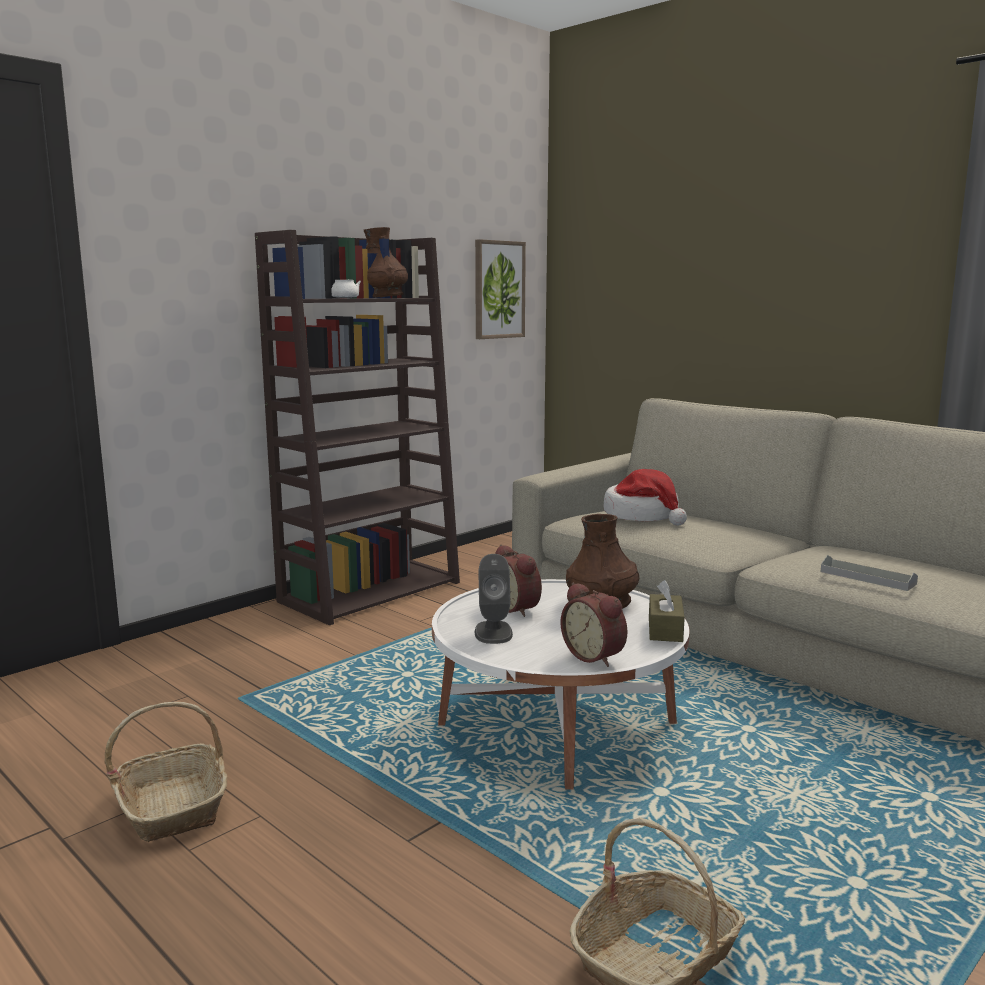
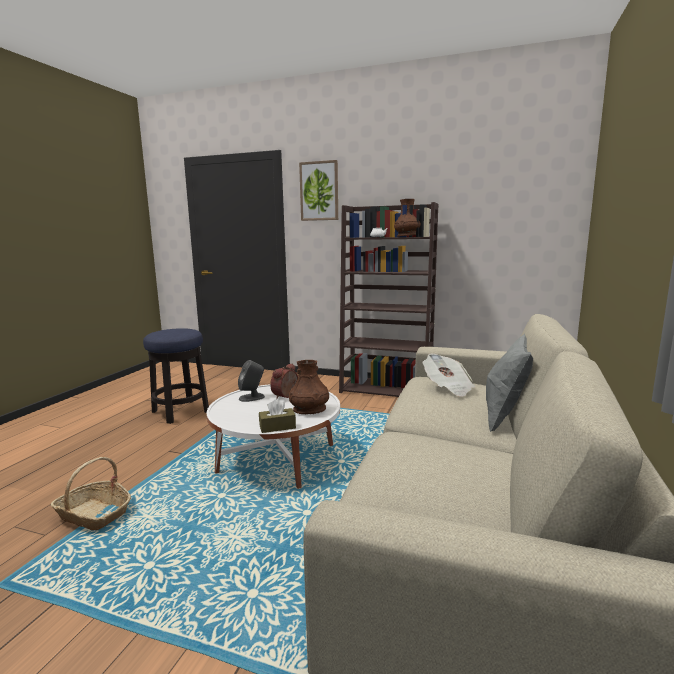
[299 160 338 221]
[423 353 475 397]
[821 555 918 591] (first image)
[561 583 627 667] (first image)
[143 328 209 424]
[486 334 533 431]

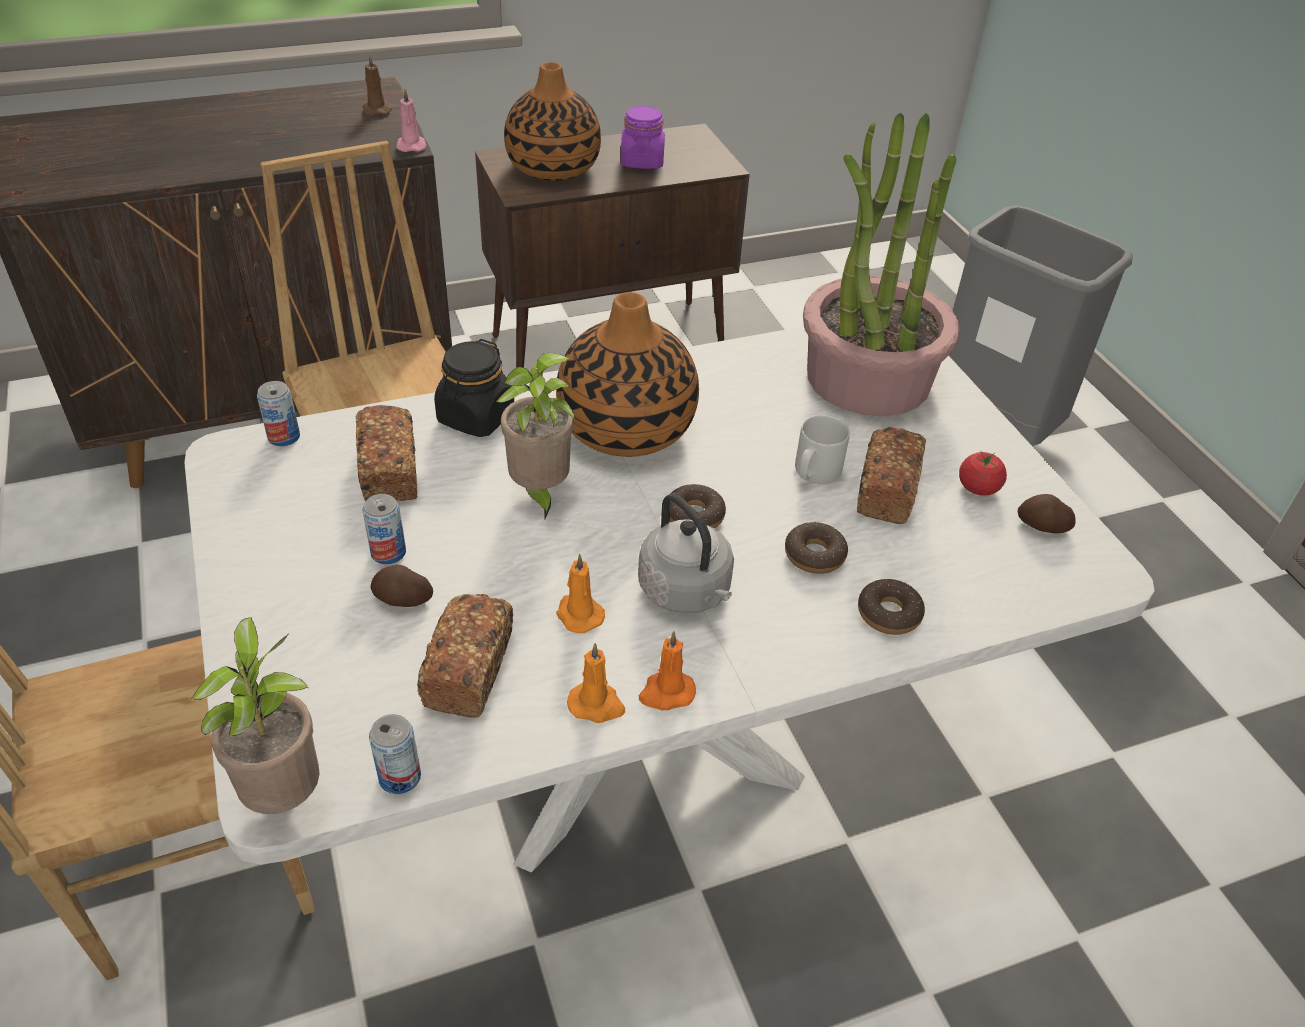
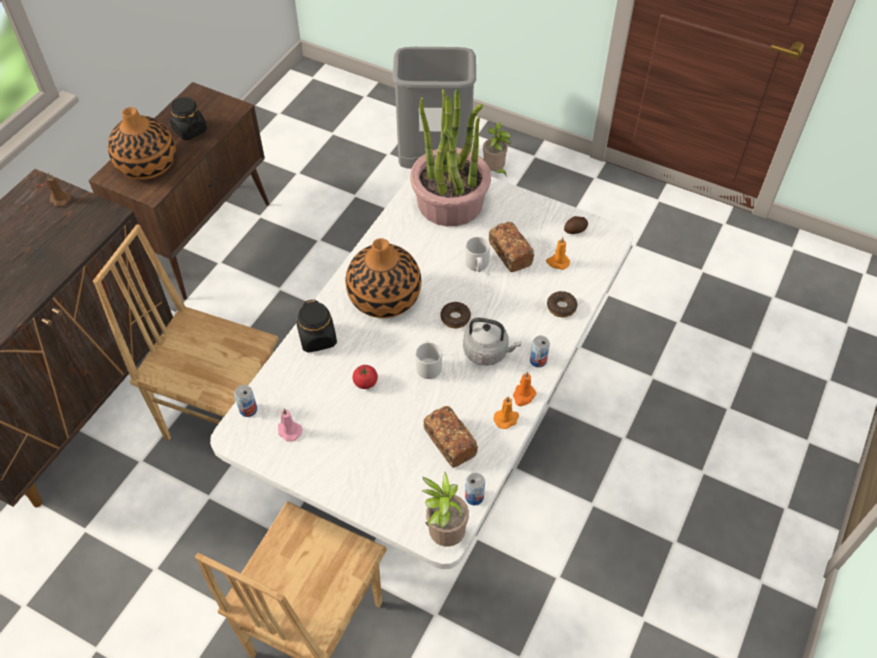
[278 409 302 442]
[170 97 207 140]
[483 122 511 177]
[356 405 417 501] (first image)
[353 365 378 389]
[530 336 550 367]
[785 521 848 574] (first image)
[546 237 570 270]
[371 565 433 607] (first image)
[416 341 442 379]

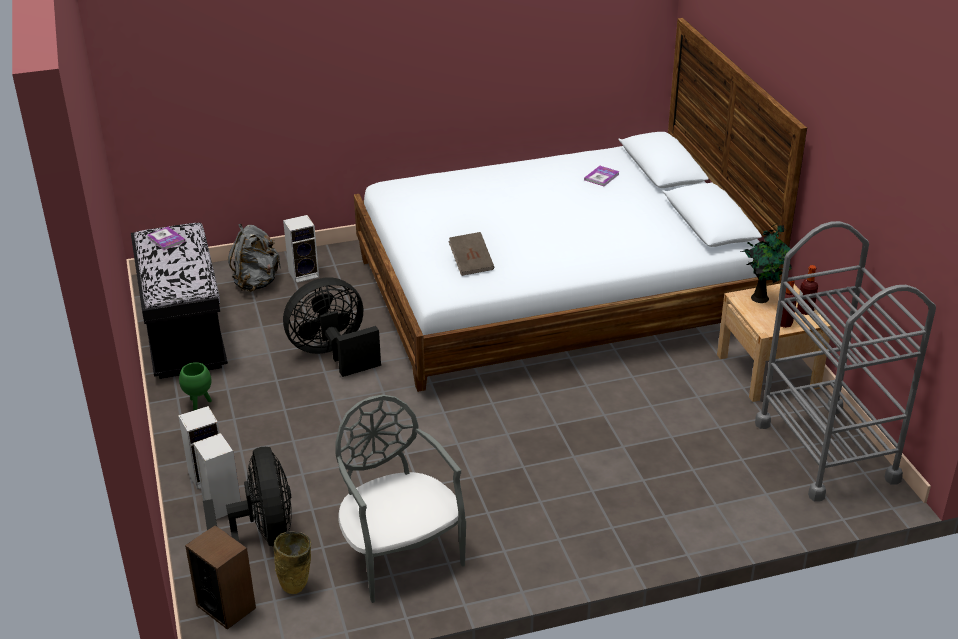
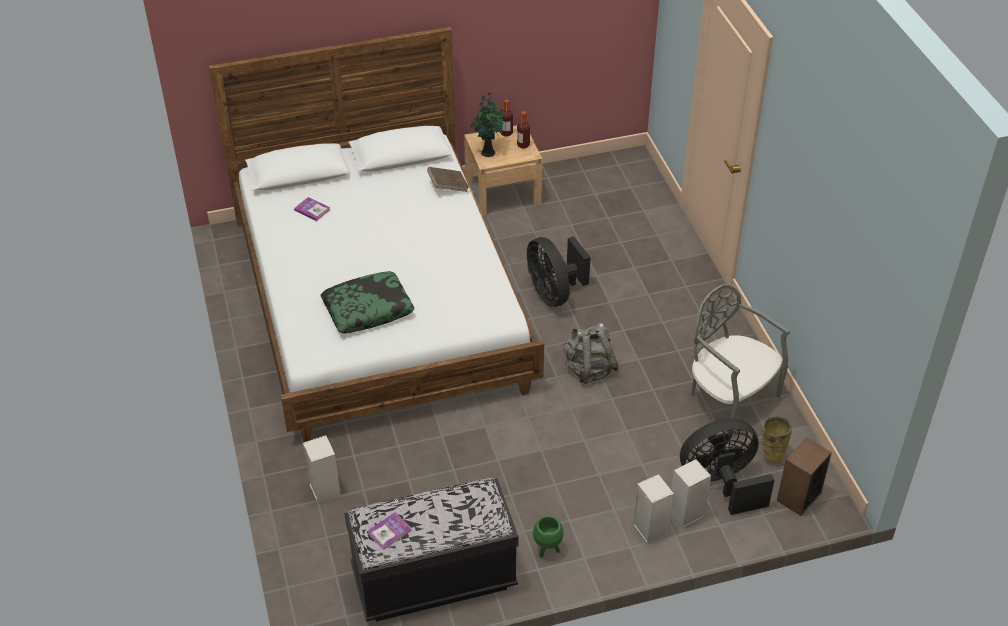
[755 221 936 502] (first image)
[563 323 619 384]
[427 167 469 192]
[527 236 591 307]
[692 284 790 435]
[321 271 414 334]

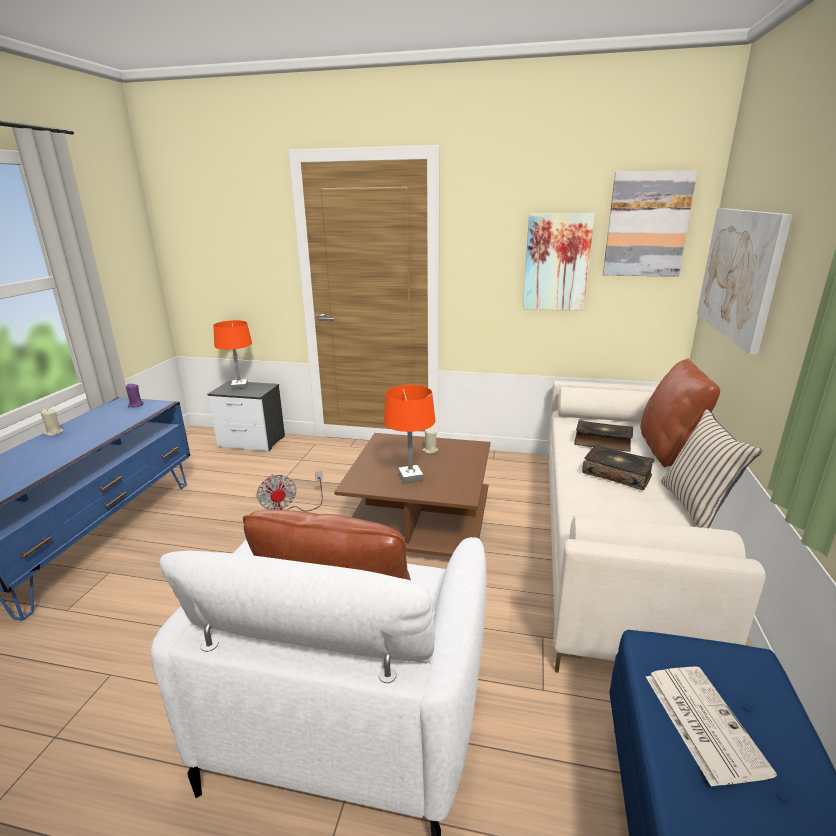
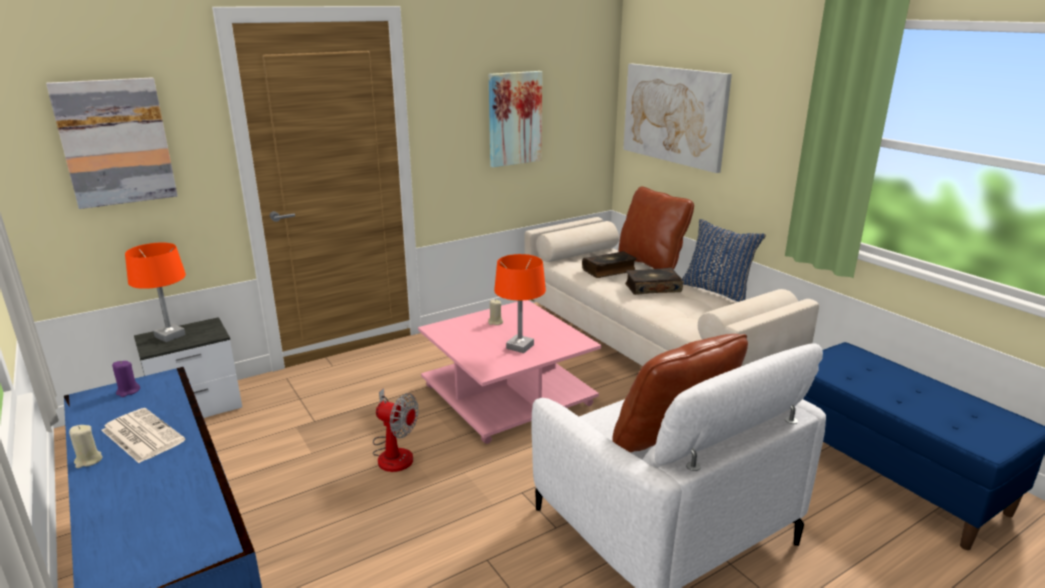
[46 77 178 209]
[681 219 766 302]
[418 300 601 444]
[101 408 185 463]

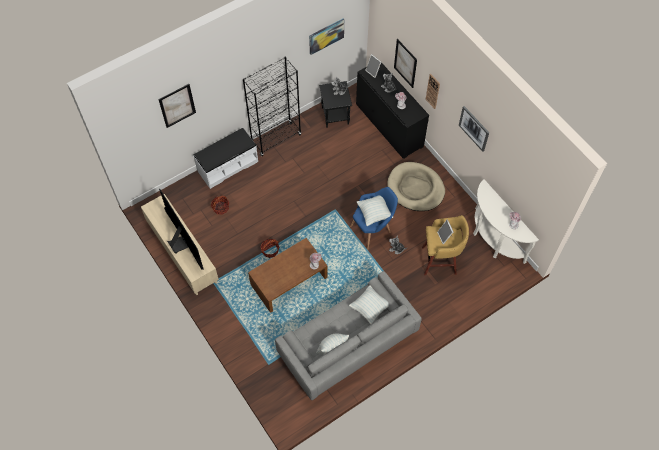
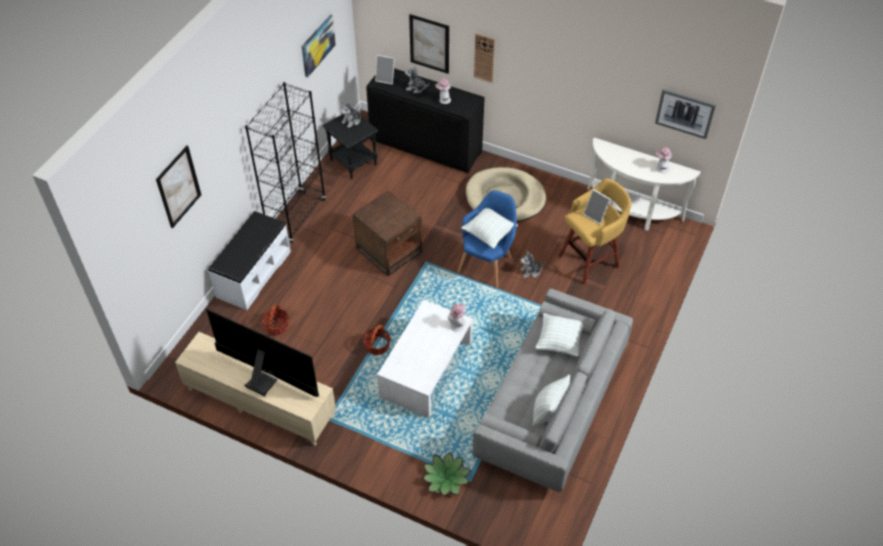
[655 89 716 139]
[377 300 473 418]
[353 190 422 276]
[422 452 471 496]

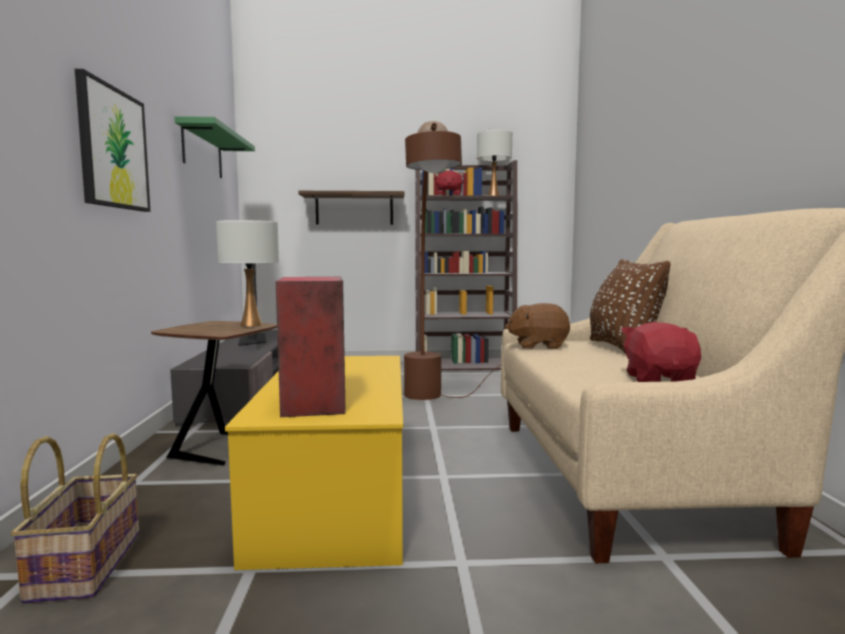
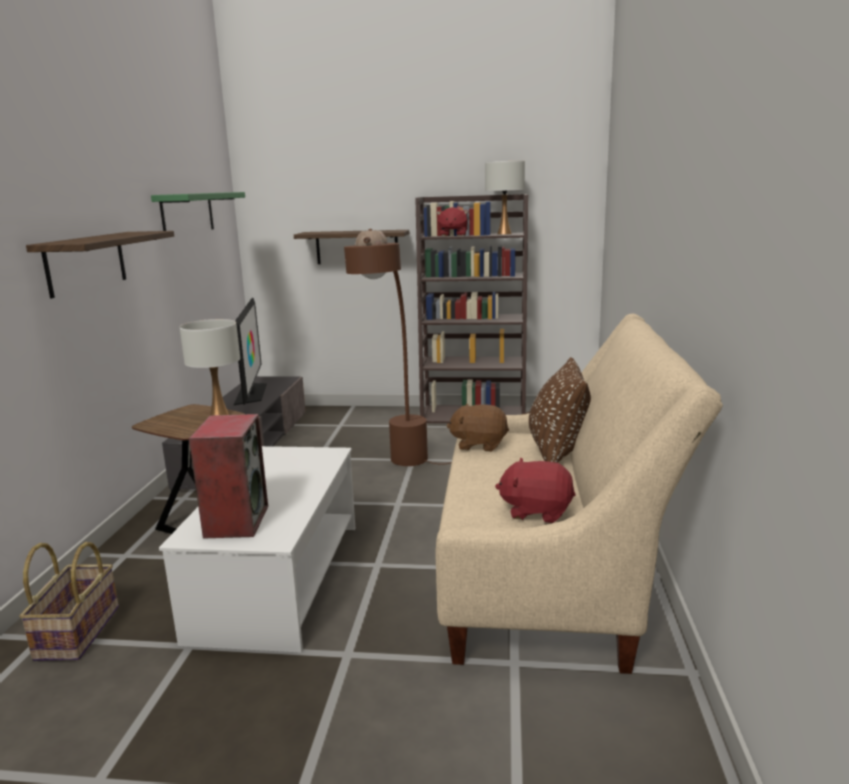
[26 231 174 298]
[495 458 576 523]
[159 446 355 653]

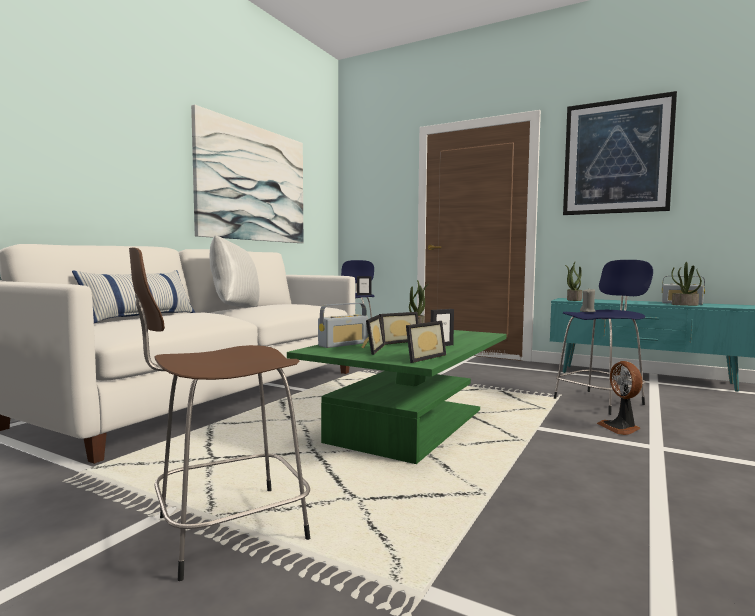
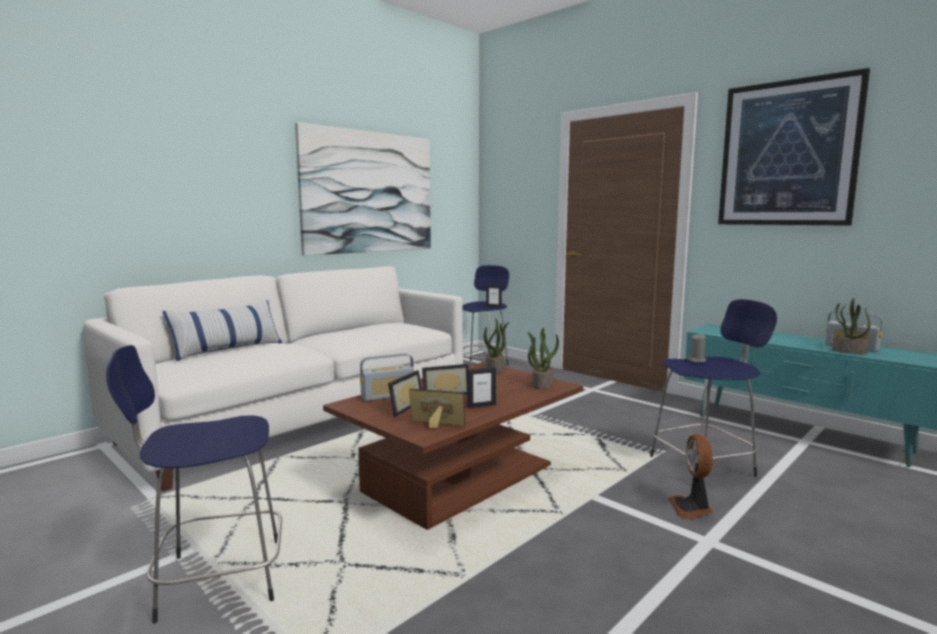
[210 235 259 308] (first image)
[106 345 282 624]
[527 328 559 389]
[409 389 465 428]
[323 362 583 530]

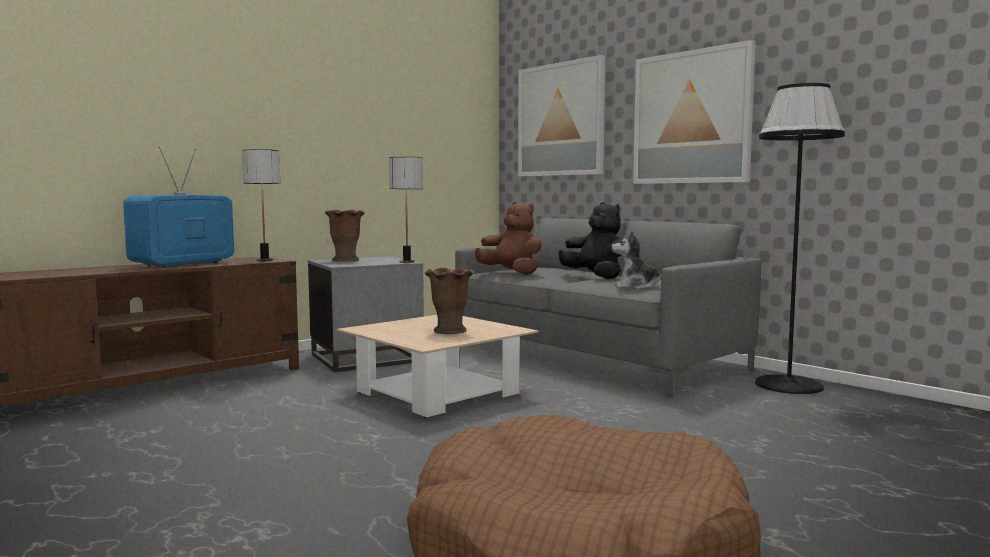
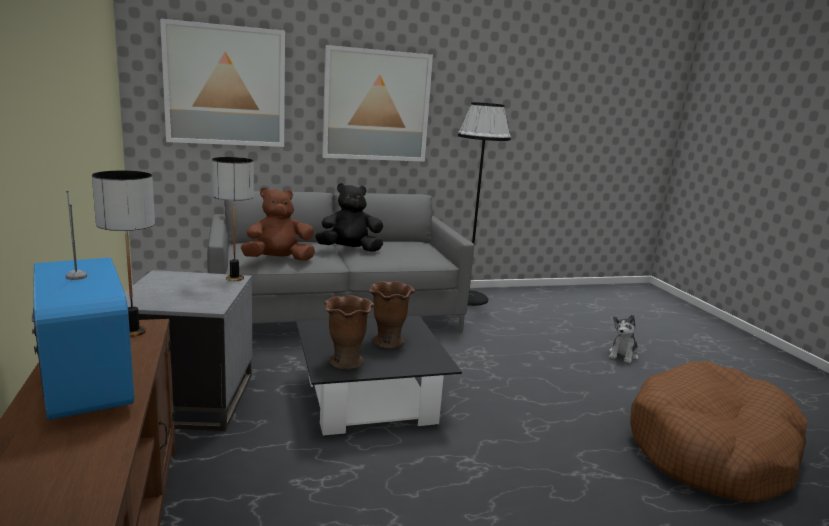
[324 295 374 370]
[609 315 639 363]
[296 316 462 436]

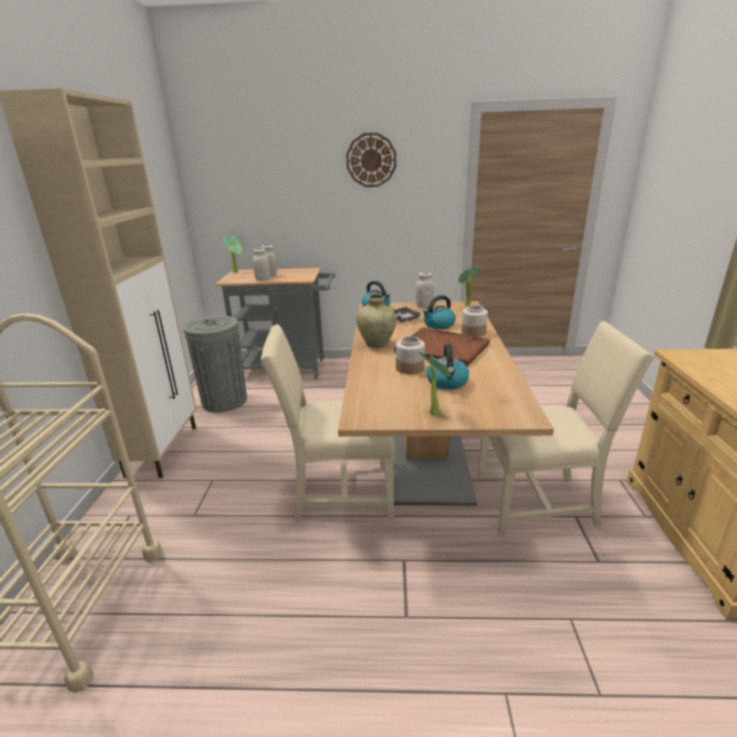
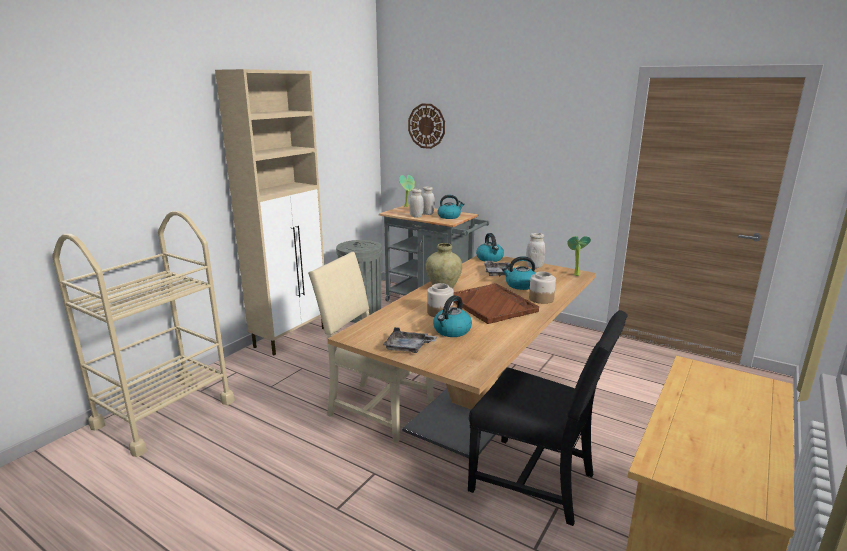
[408 104 445 149]
[468 310 628 526]
[383 327 437 353]
[438 195 464 219]

